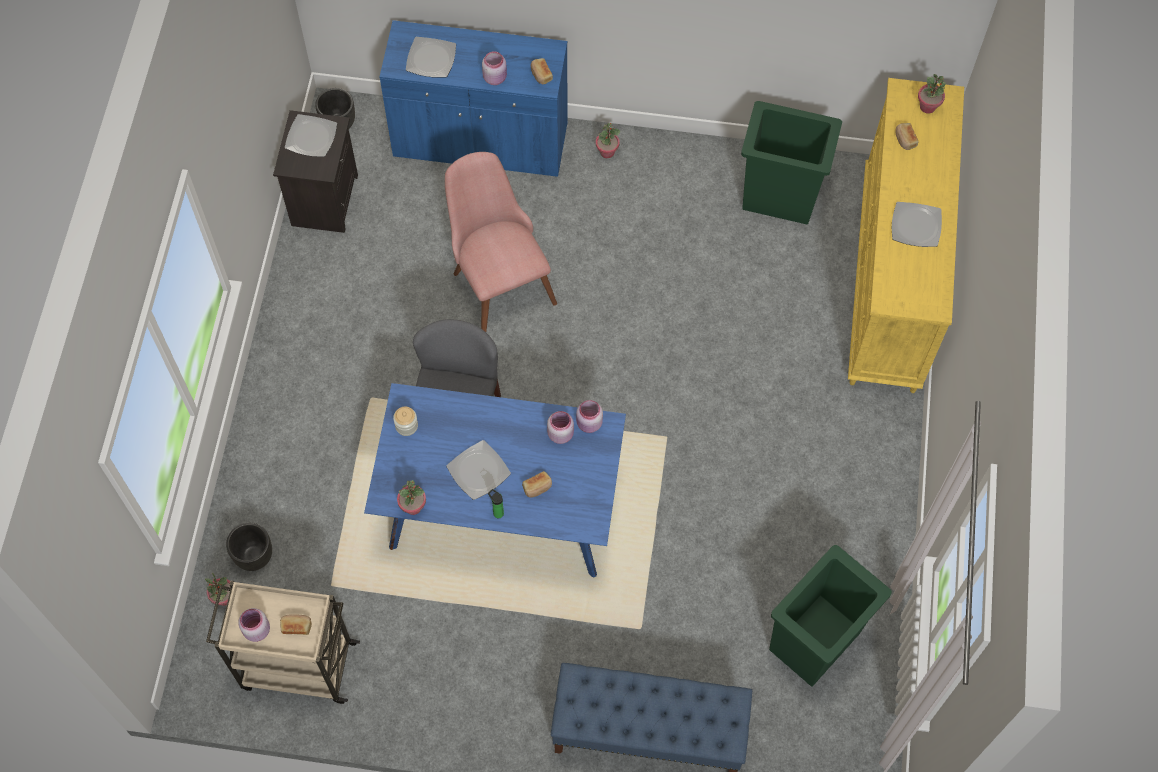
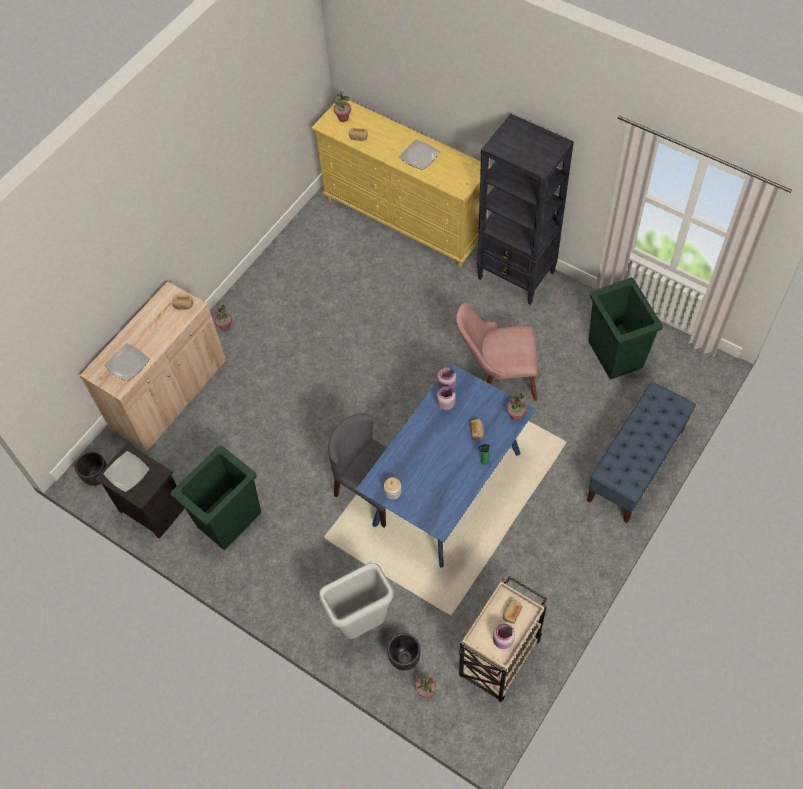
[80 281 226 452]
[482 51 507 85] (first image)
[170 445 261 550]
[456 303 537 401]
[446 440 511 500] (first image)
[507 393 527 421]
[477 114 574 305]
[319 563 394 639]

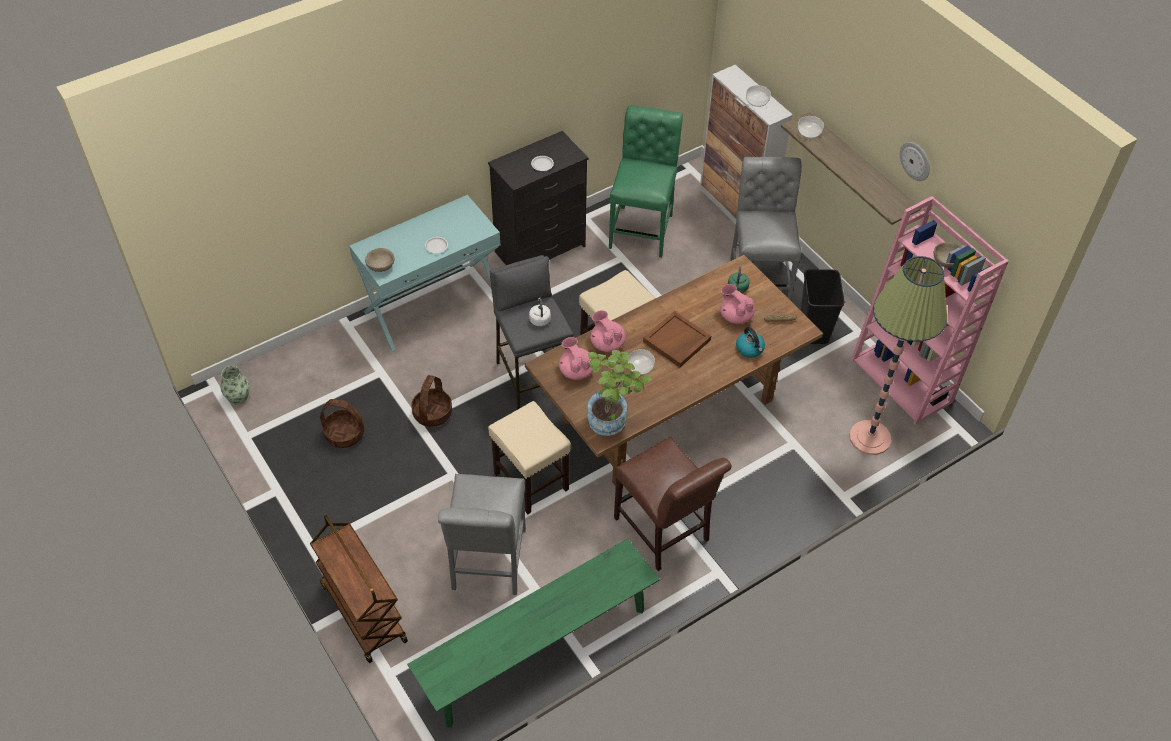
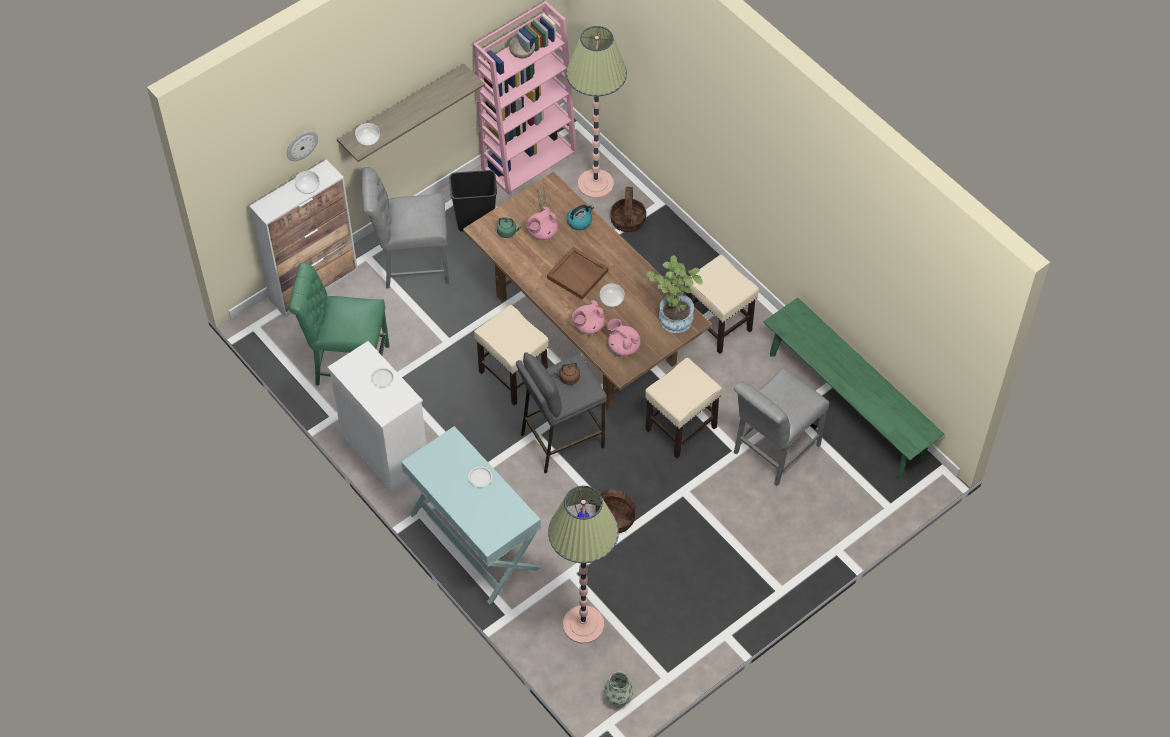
[327 341 427 494]
[287 131 318 161]
[365 248 395 272] (first image)
[553 362 580 385]
[607 319 641 356]
[611 187 646 232]
[685 255 759 354]
[734 367 829 486]
[310 515 408 663] (first image)
[548 486 619 644]

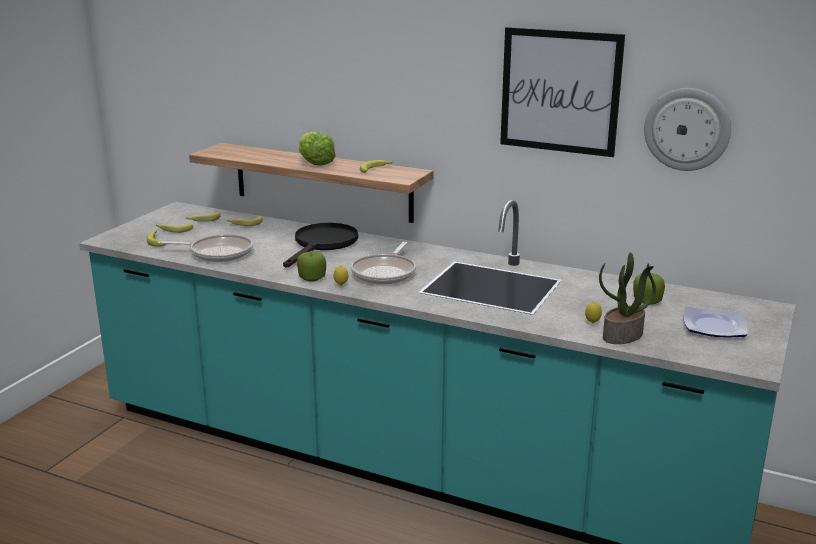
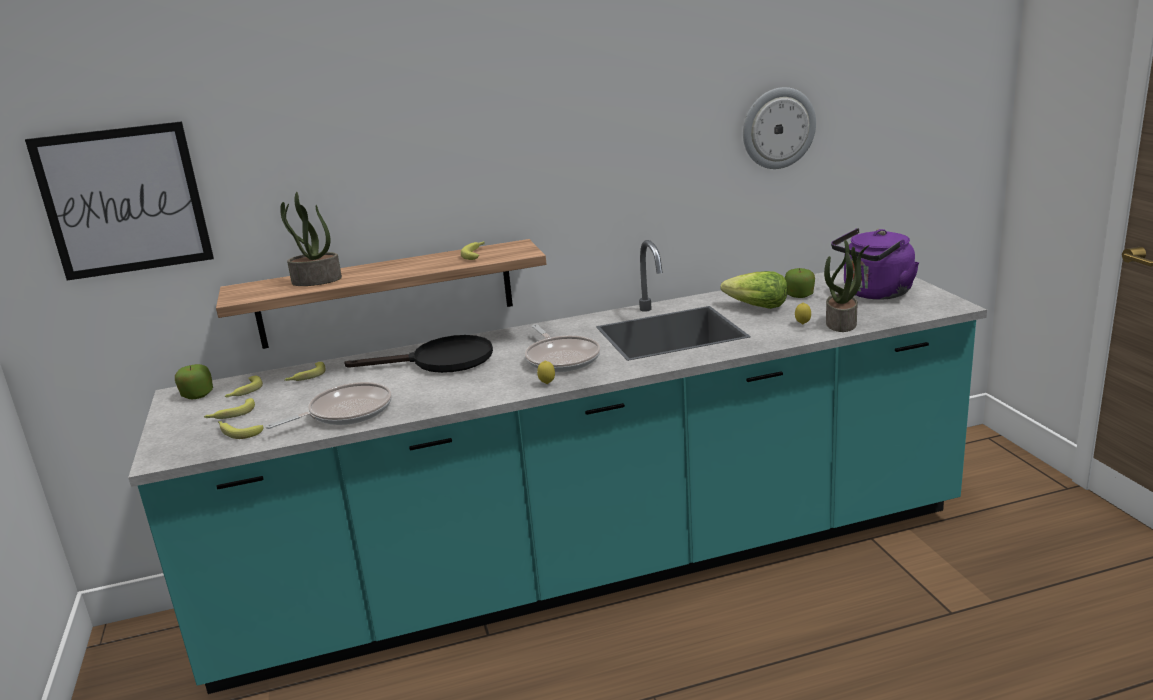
[25 121 214 281]
[720 271 788 309]
[344 335 493 373]
[175 364 213 399]
[831 228 919 300]
[280 192 342 286]

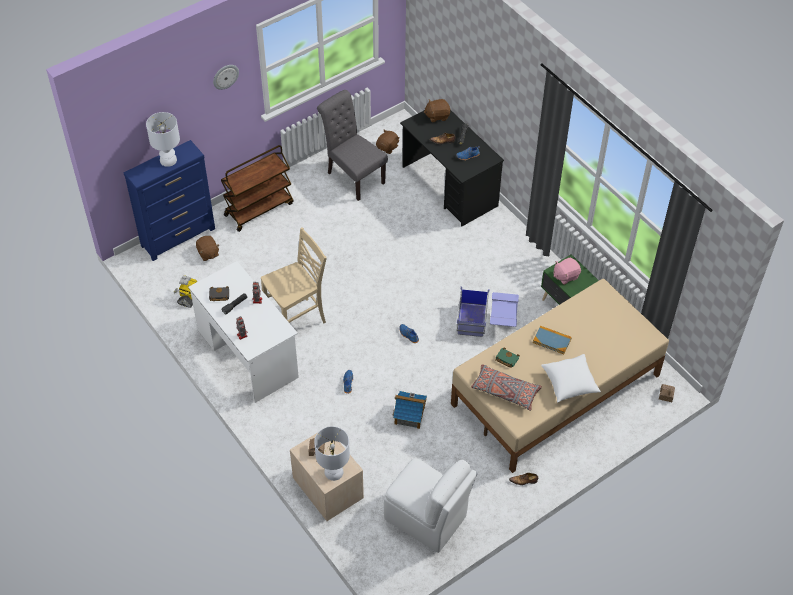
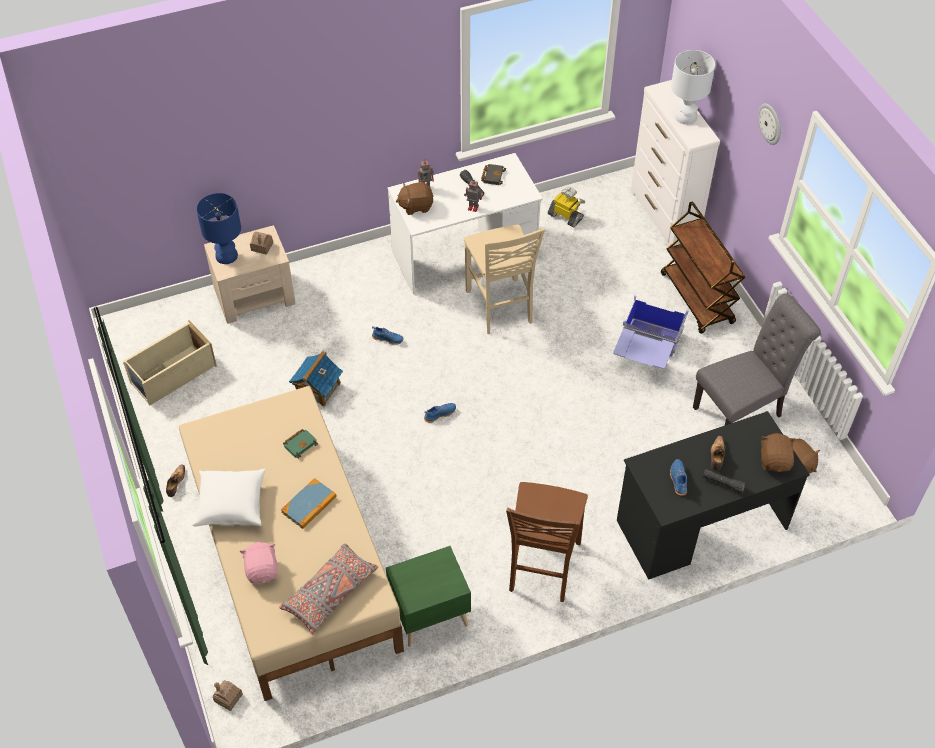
[631 80 720 247]
[396 182 434 215]
[239 542 278 584]
[613 295 689 369]
[279 544 378 634]
[196 193 241 264]
[123 320 217 405]
[506 482 588 602]

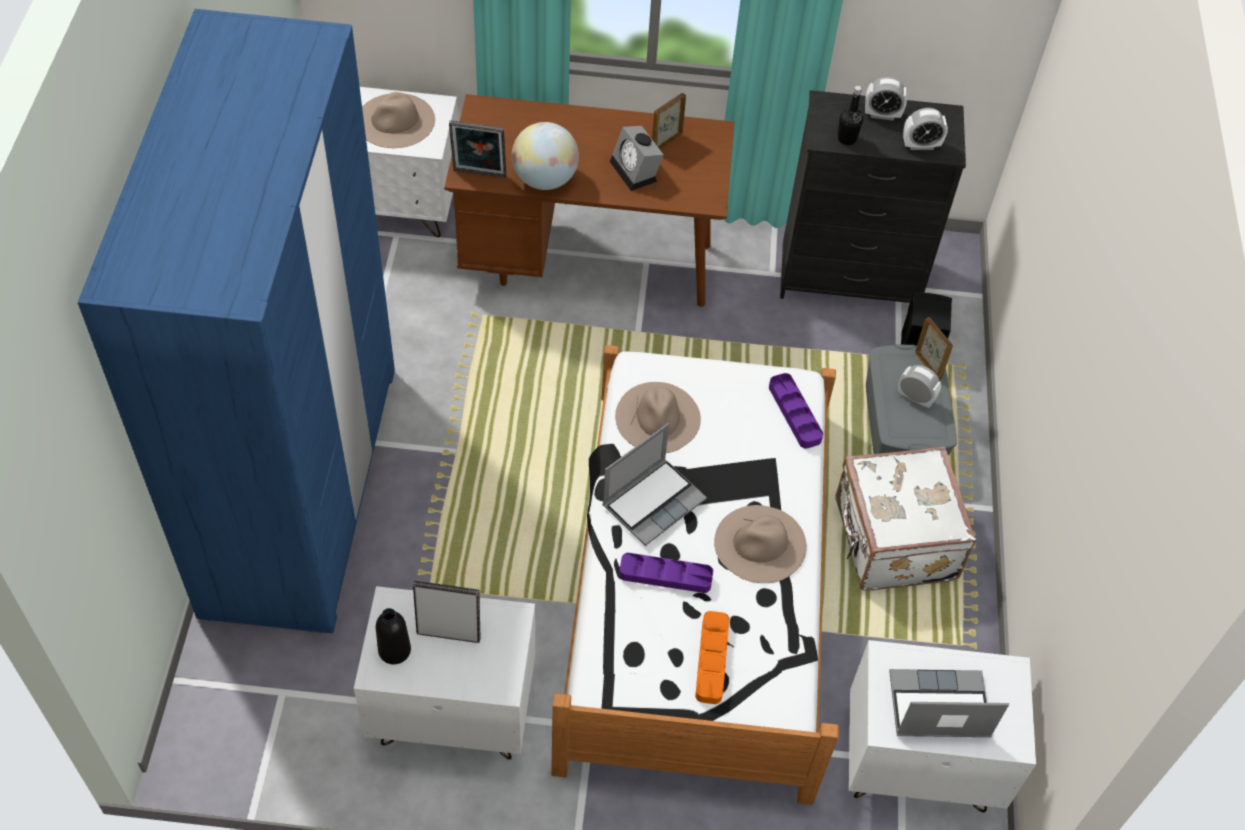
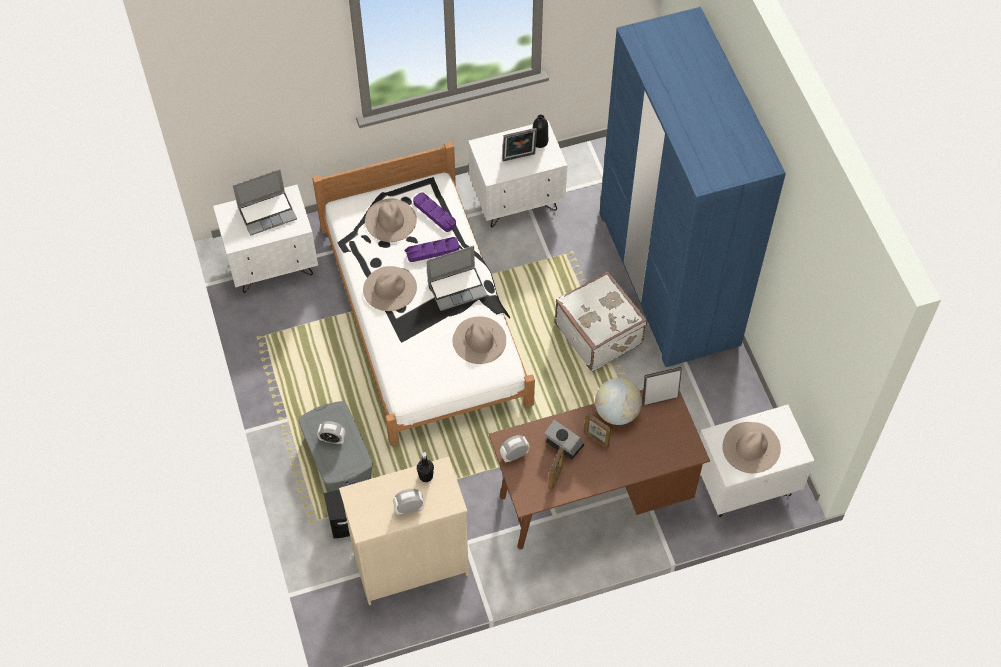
[339 457 469 605]
[500 435 530 463]
[584 413 612 449]
[413 192 456 232]
[426 245 487 311]
[555 271 647 371]
[365 199 417 242]

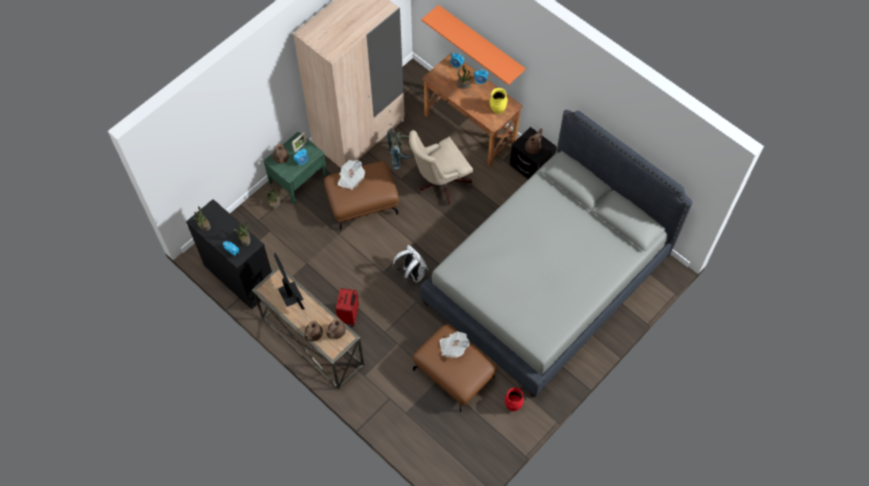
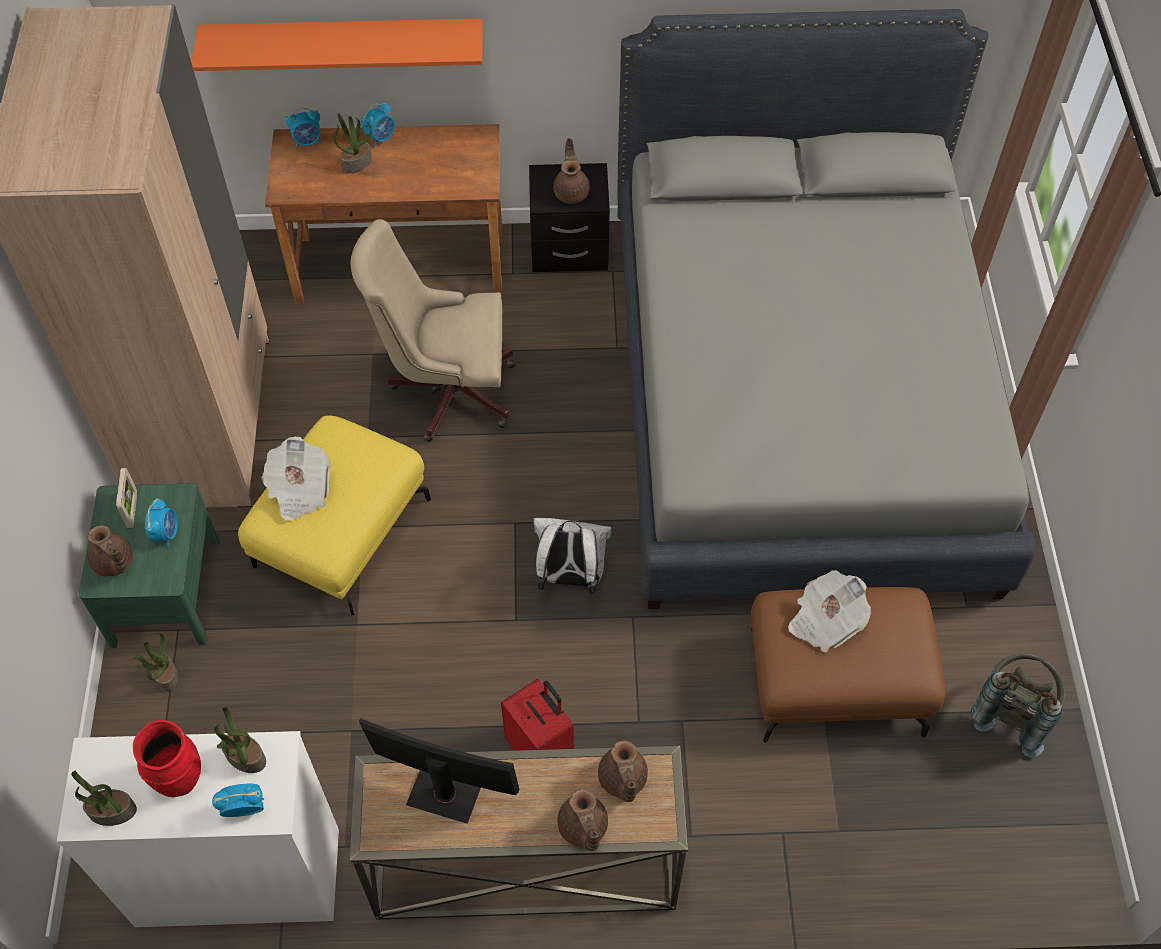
[490 88 508 114] (first image)
[971 654 1065 757]
[350 219 516 442]
[238 415 431 616]
[57 731 339 927]
[133 720 201 797]

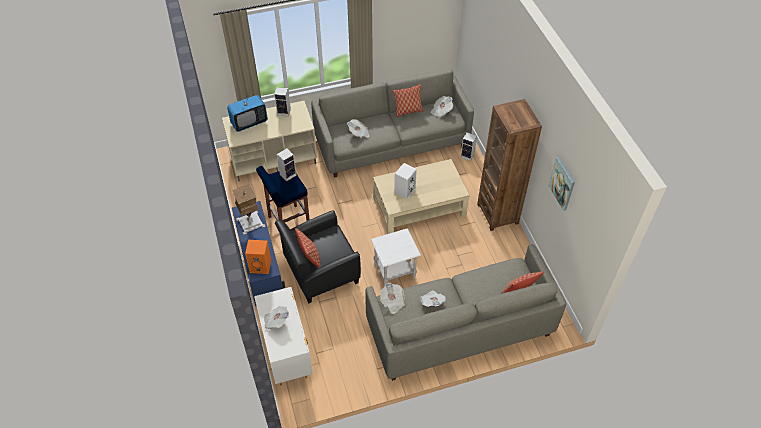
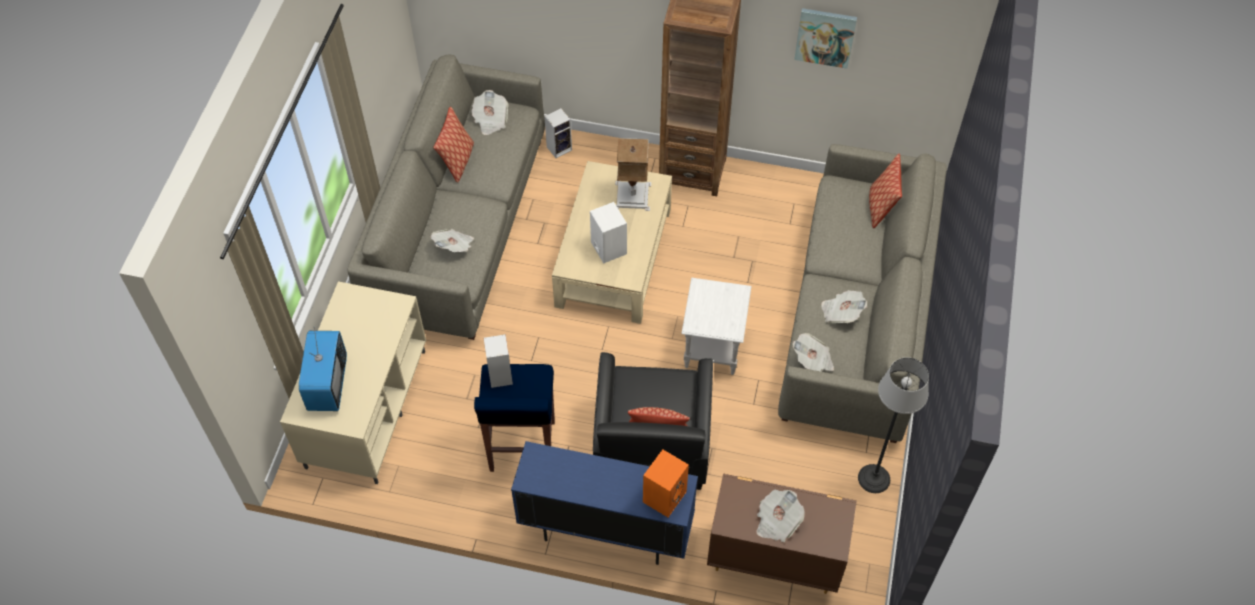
[274 87 291 116] (first image)
[615 138 651 211]
[707 473 857 594]
[858 357 929 493]

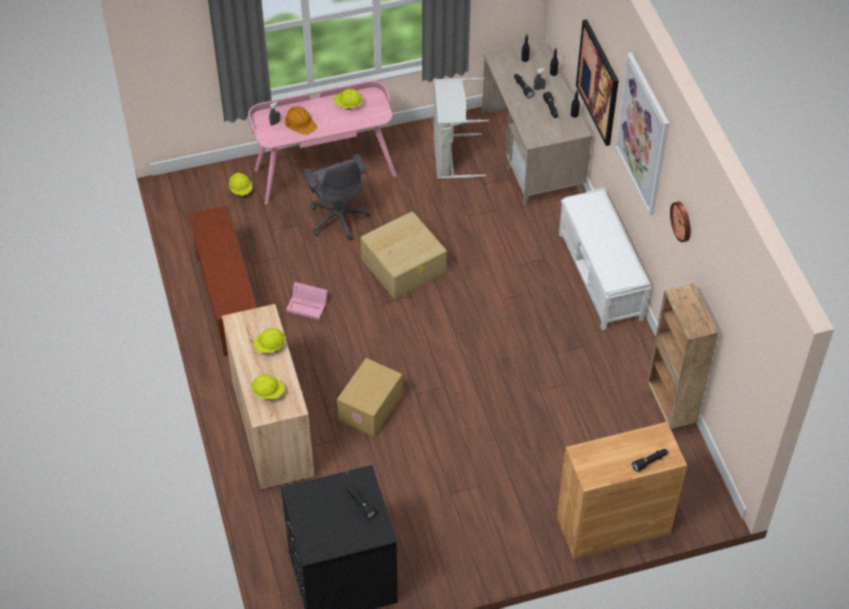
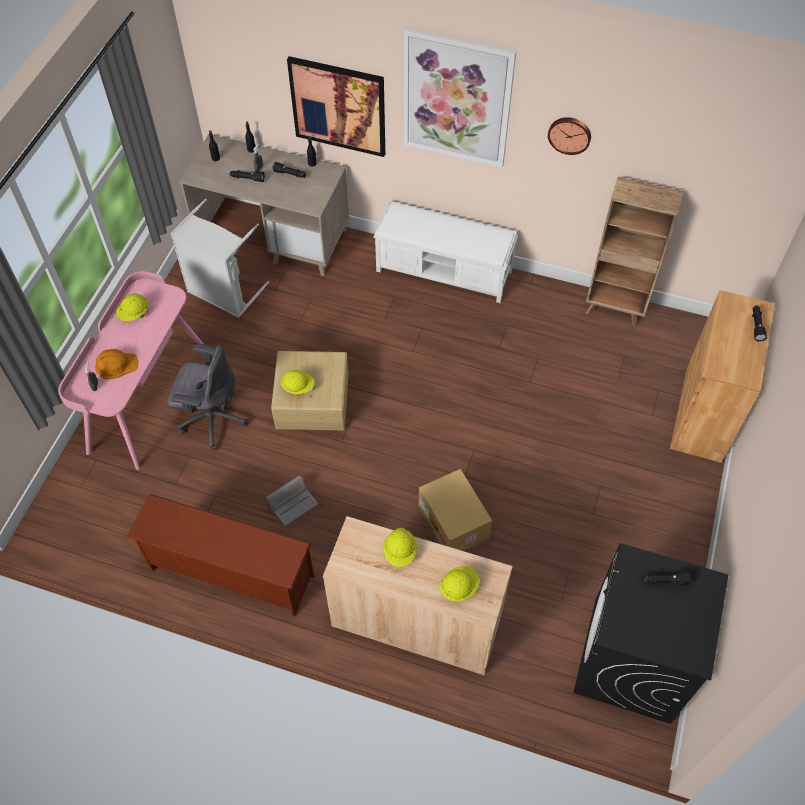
[281 370 315 394]
[266 476 319 528]

